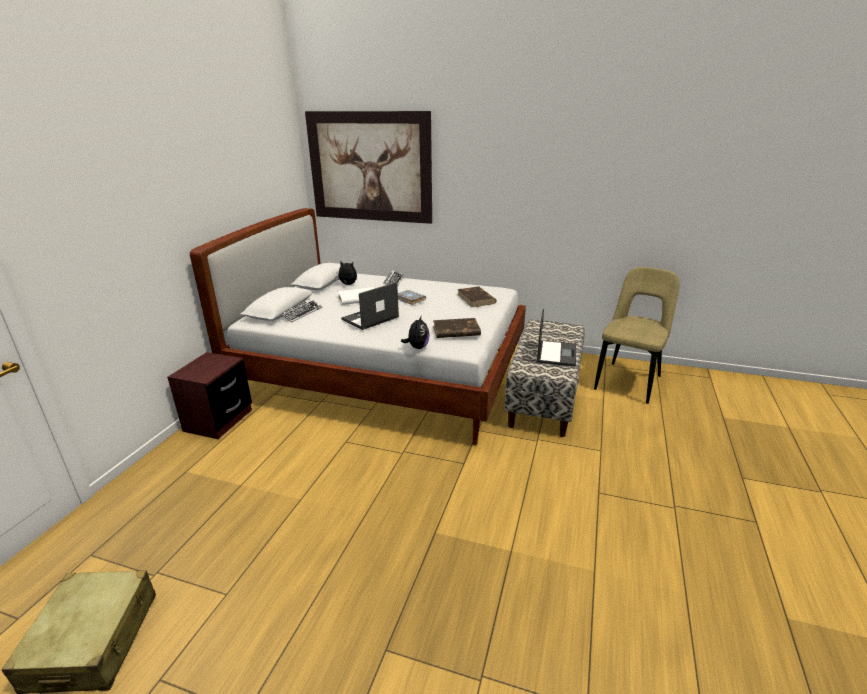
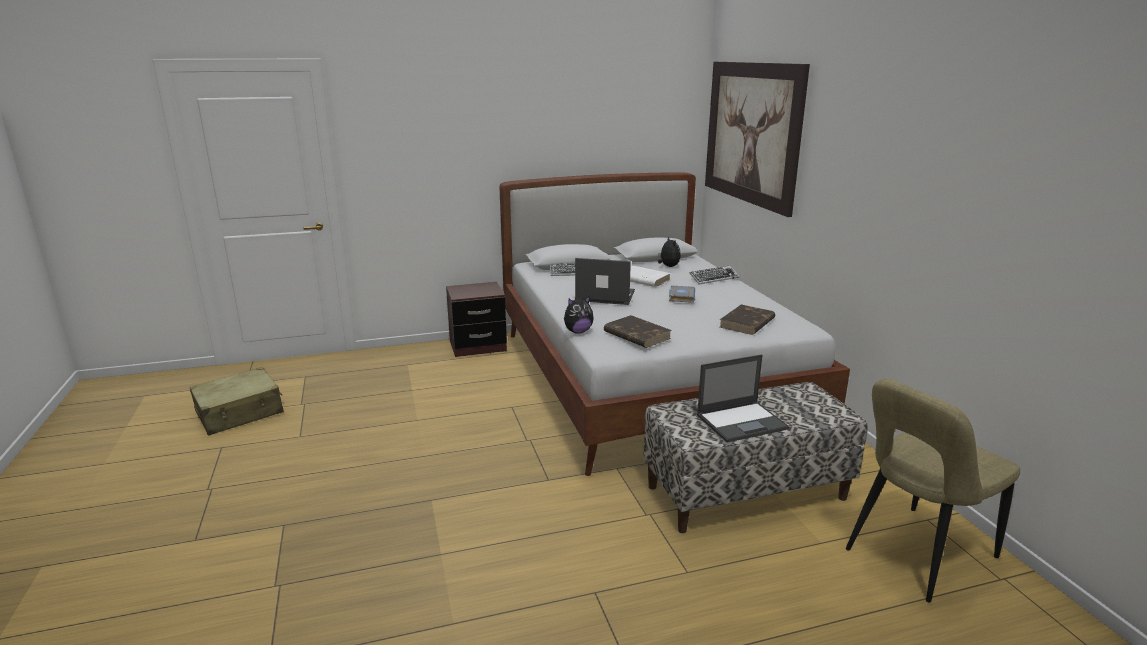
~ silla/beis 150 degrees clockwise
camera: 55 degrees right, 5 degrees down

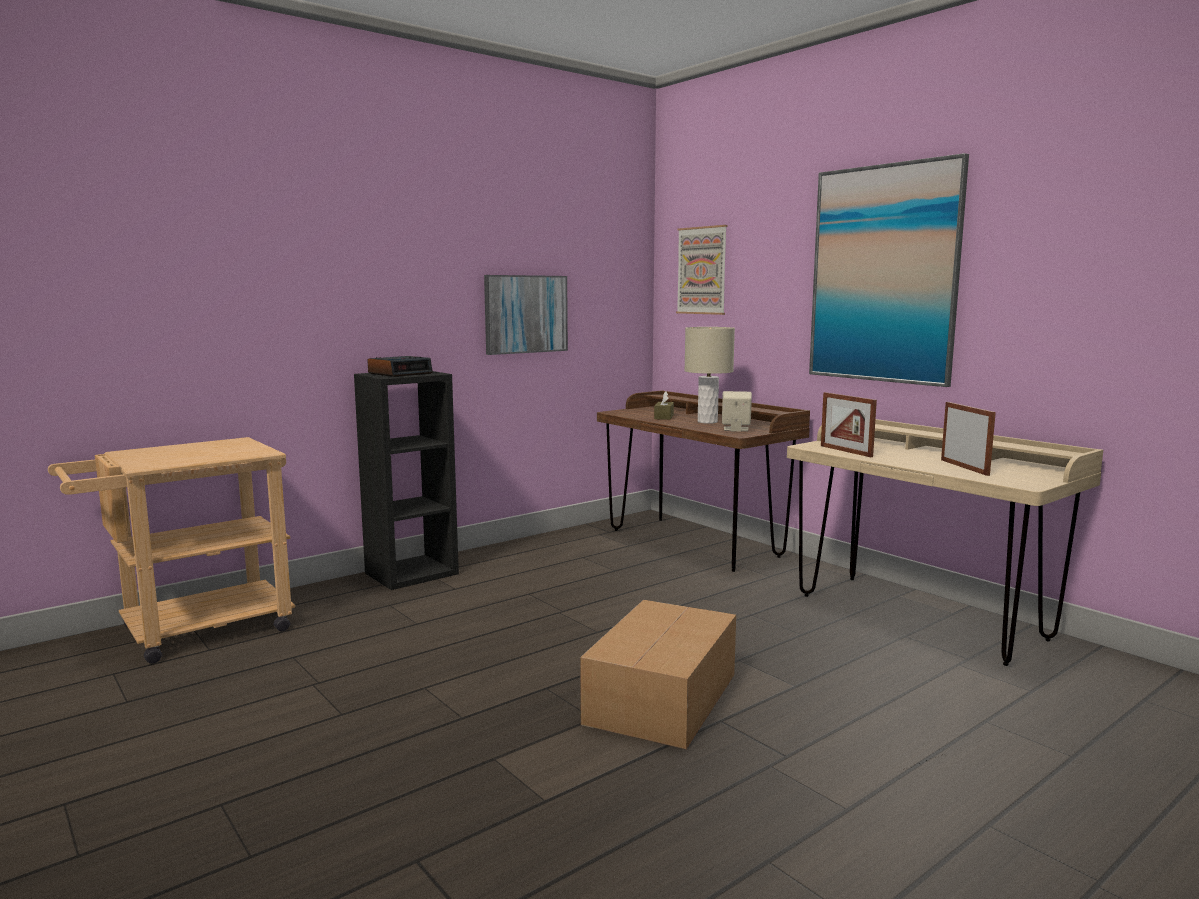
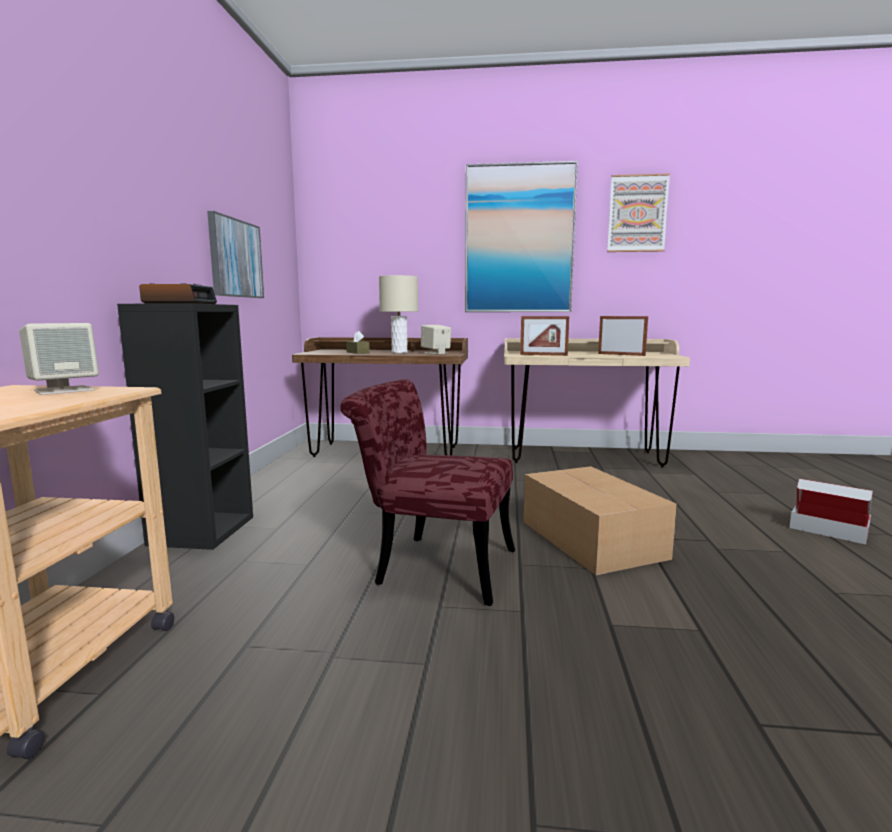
~ cuadro (2nd from left in the first image) to cuadro (3rd from left)
+ altavoz/beis (1st from left)
+ silla/rojo
+ caja de cartón (2nd from left)
camera: 45 degrees left, 0 degrees up

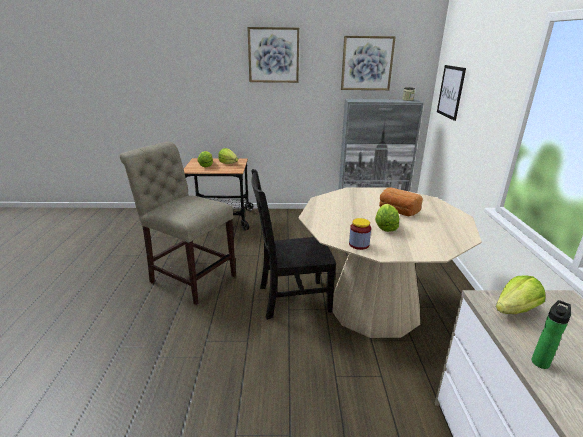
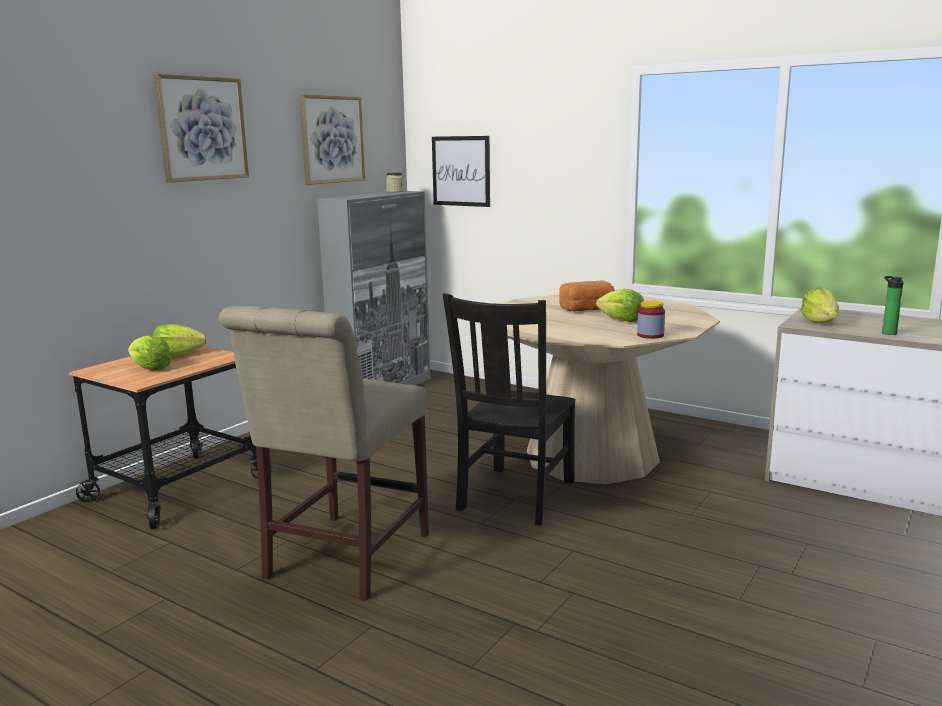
~ silla/beis 45 degrees counterclockwise
camera: 55 degrees left, 10 degrees down

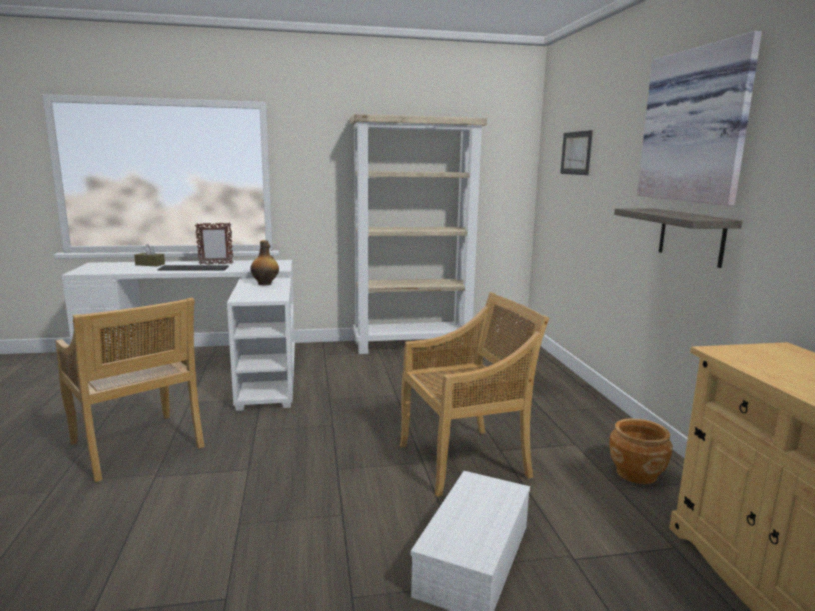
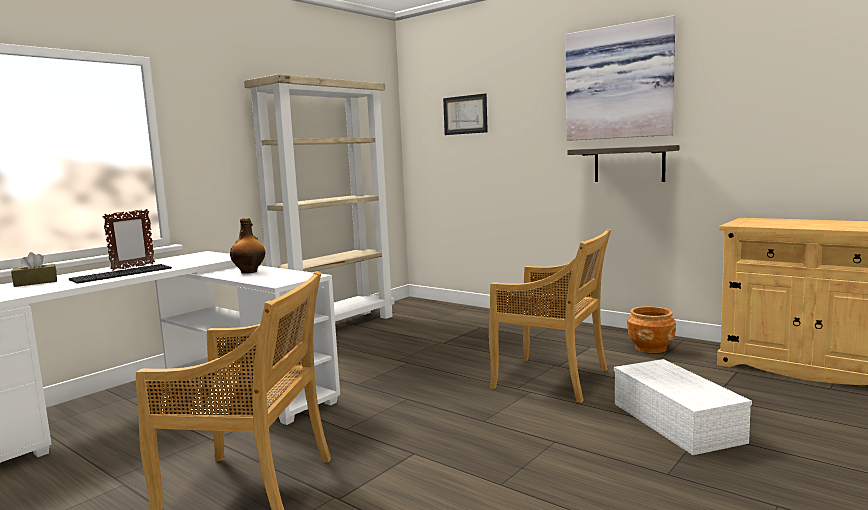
~ silla/beis (2nd from left) 90 degrees clockwise
camera: 40 degrees left, 5 degrees down

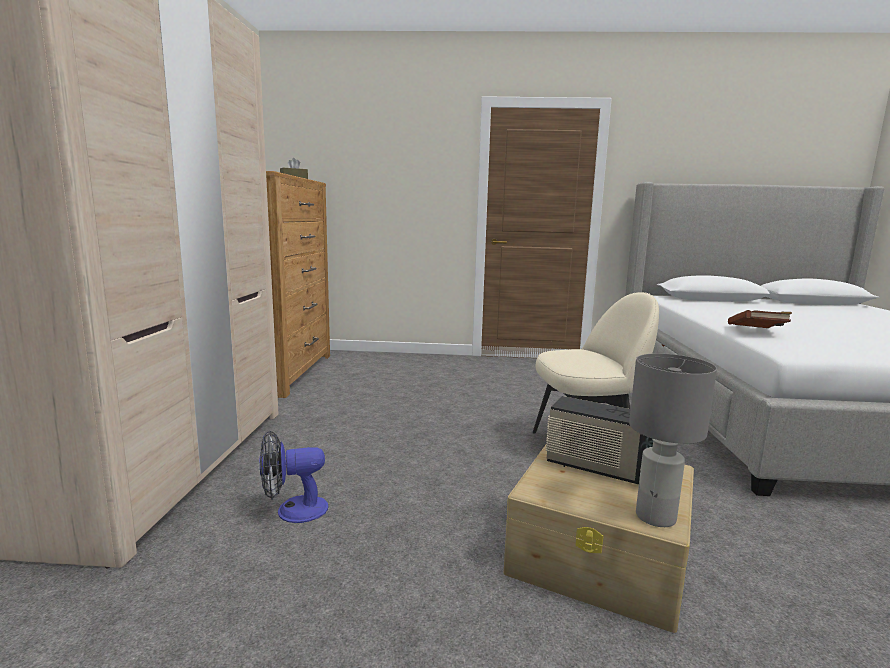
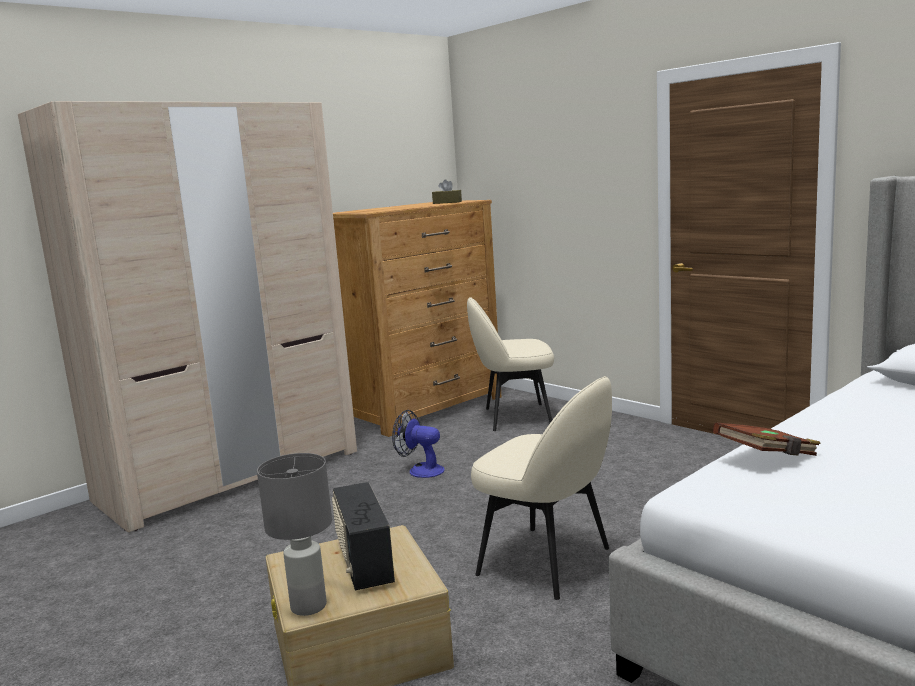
~ ventilador
+ silla/beis (1st from left)
camera: 45 degrees right, 0 degrees up

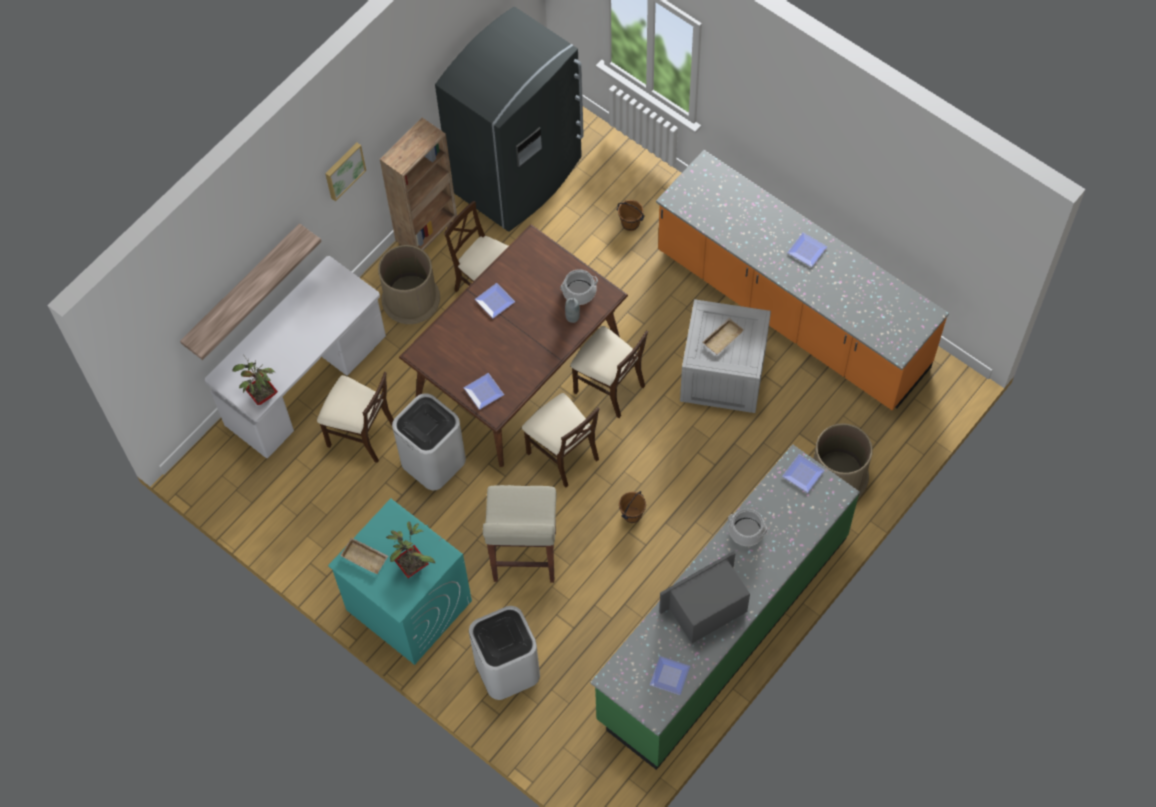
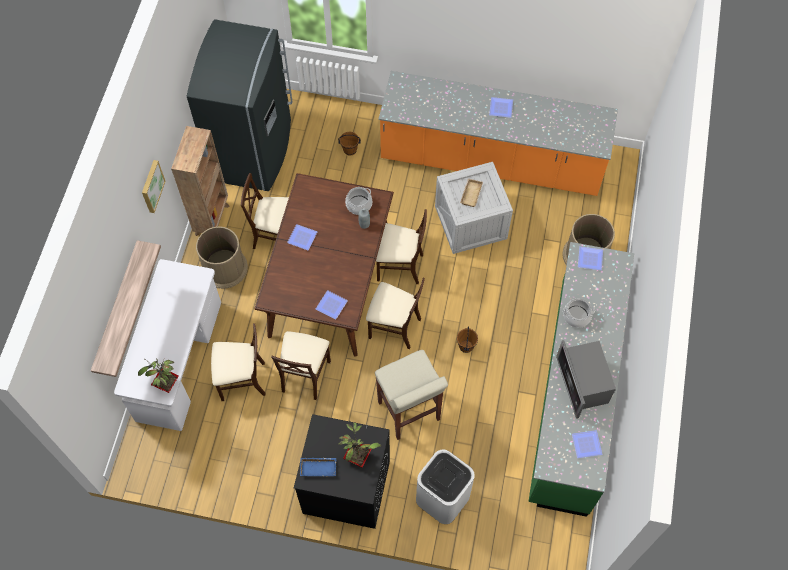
~ lavadora/turquesa to lavadora/negro
~ bandeja/beis (1st from left) to bandeja/azul
~ papelera/blanco (1st from left) to silla/beis (3rd from left)
~ microondas 45 degrees counterclockwise
camera: 30 degrees left, 0 degrees up

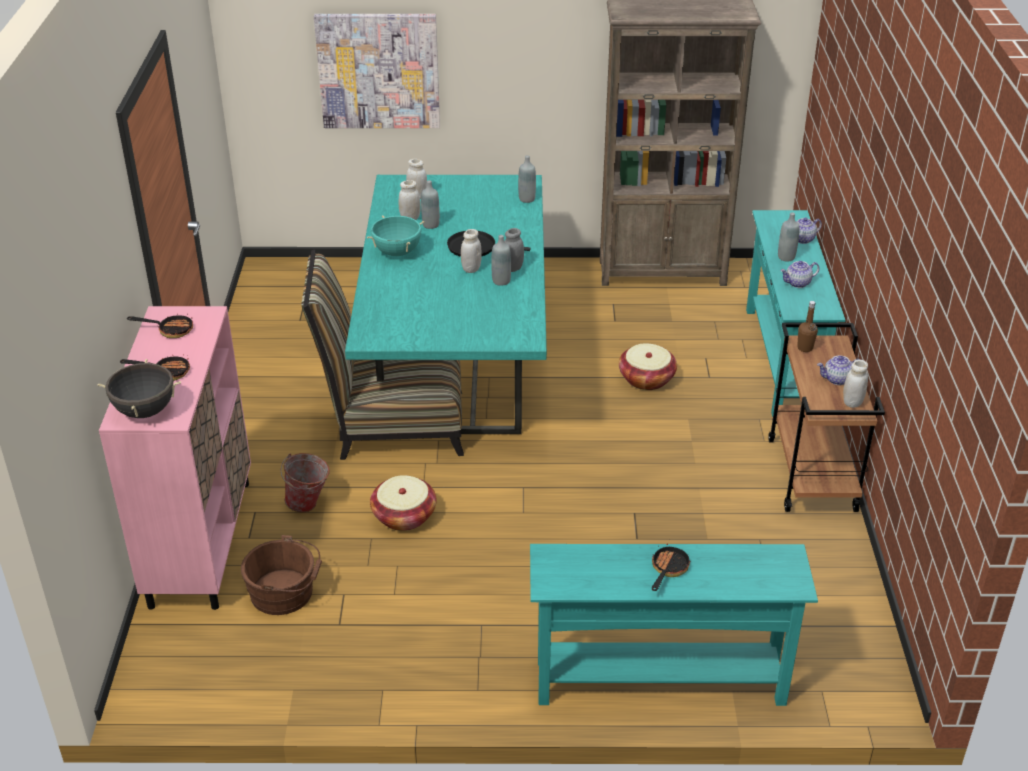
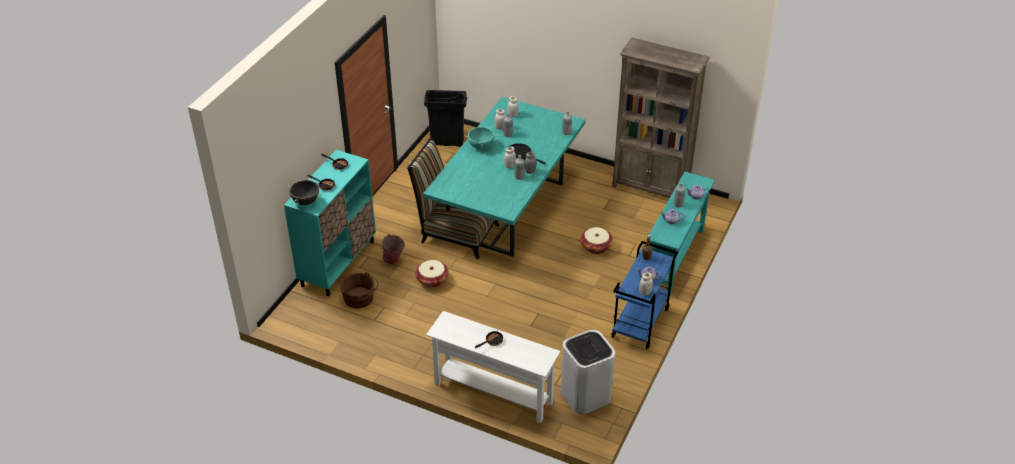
~ armario/rosa to armario/turquesa
- cuadro
~ mesa consola/turquesa (1st from left) to mesa consola/blanco
~ carrito/marrón to carrito/azul
+ papelera/negro
+ papelera/blanco
camera: 25 degrees right, 5 degrees up

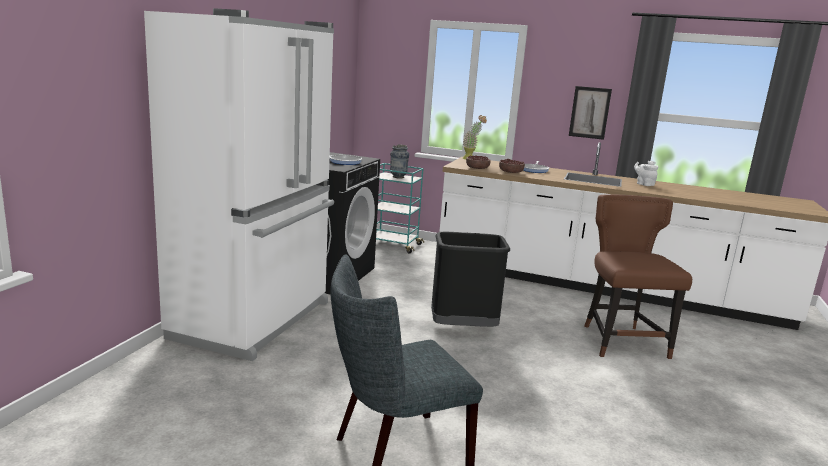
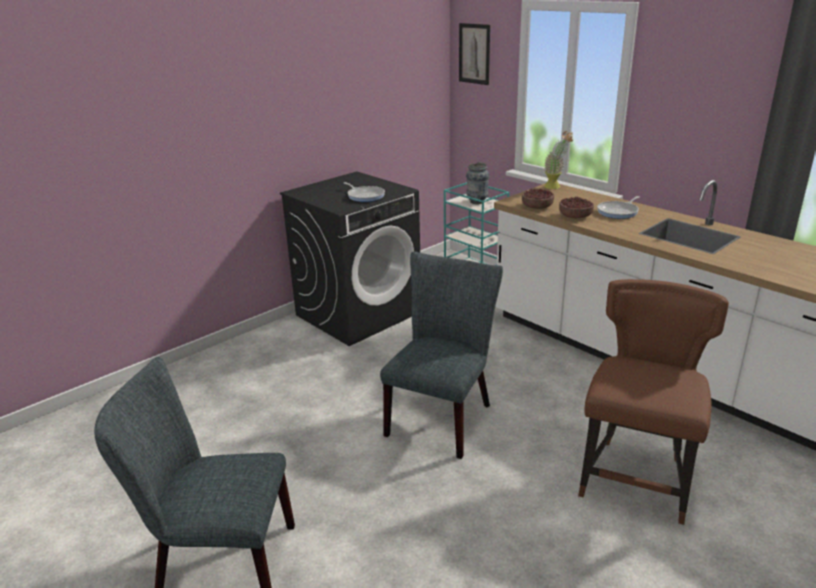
- nevera/blanco
~ papelera/negro to silla/gris (2nd from left)
~ cuadro
- tetera/blanco
camera: 30 degrees right, 10 degrees up

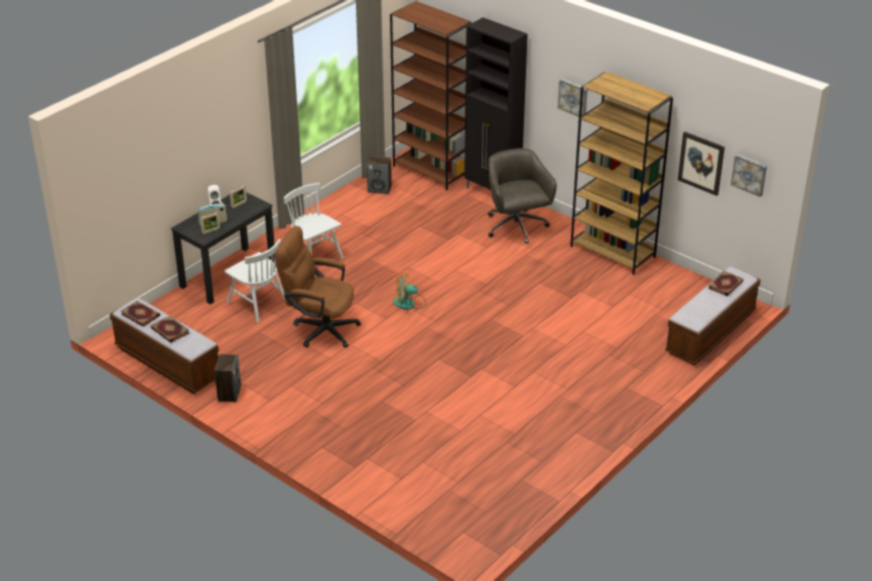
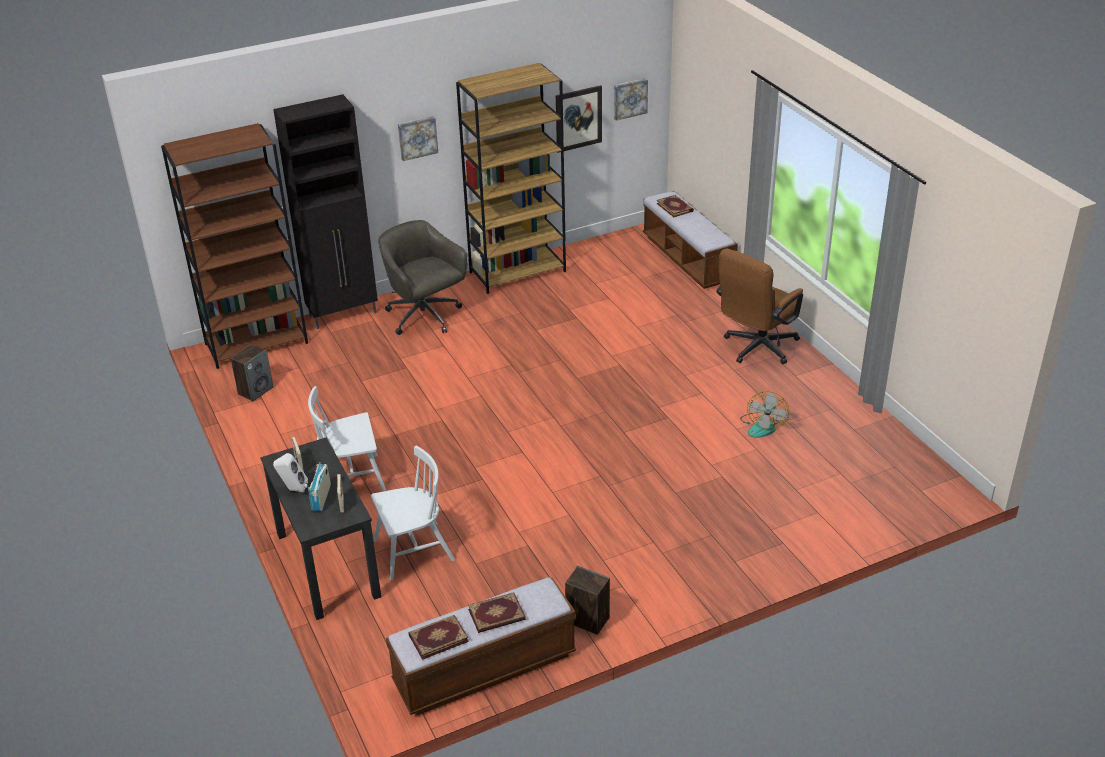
~ silla de oficina/marrón
~ ventilador
~ silla de oficina/gris 45 degrees clockwise
camera: 65 degrees left, 0 degrees up

